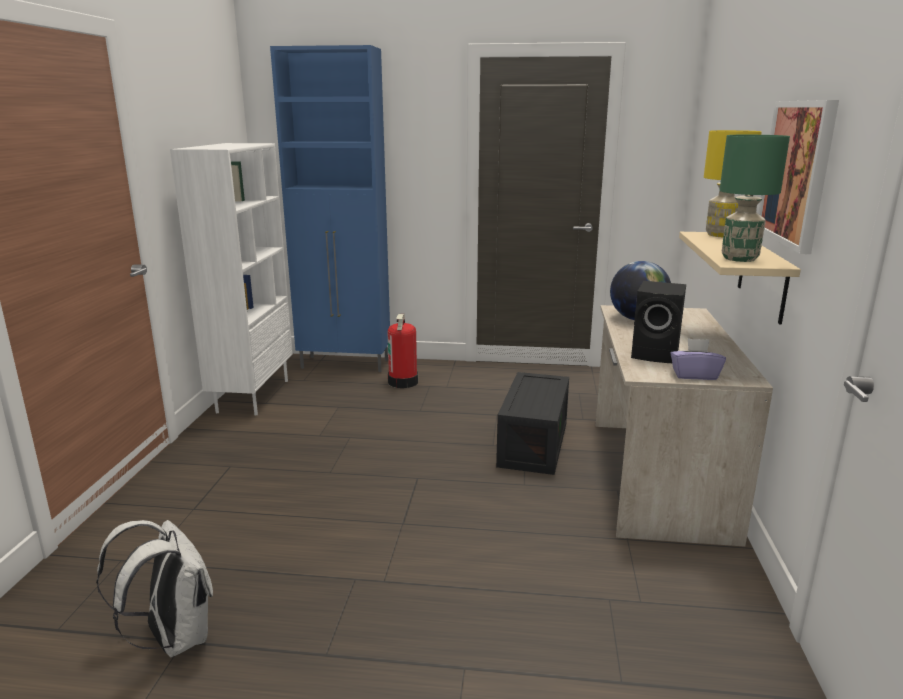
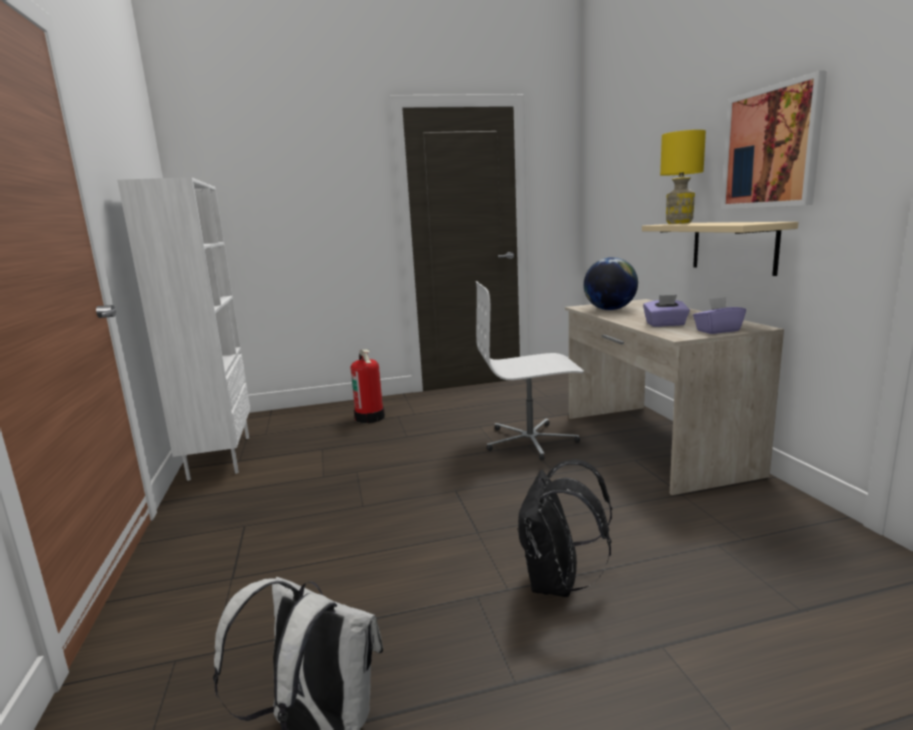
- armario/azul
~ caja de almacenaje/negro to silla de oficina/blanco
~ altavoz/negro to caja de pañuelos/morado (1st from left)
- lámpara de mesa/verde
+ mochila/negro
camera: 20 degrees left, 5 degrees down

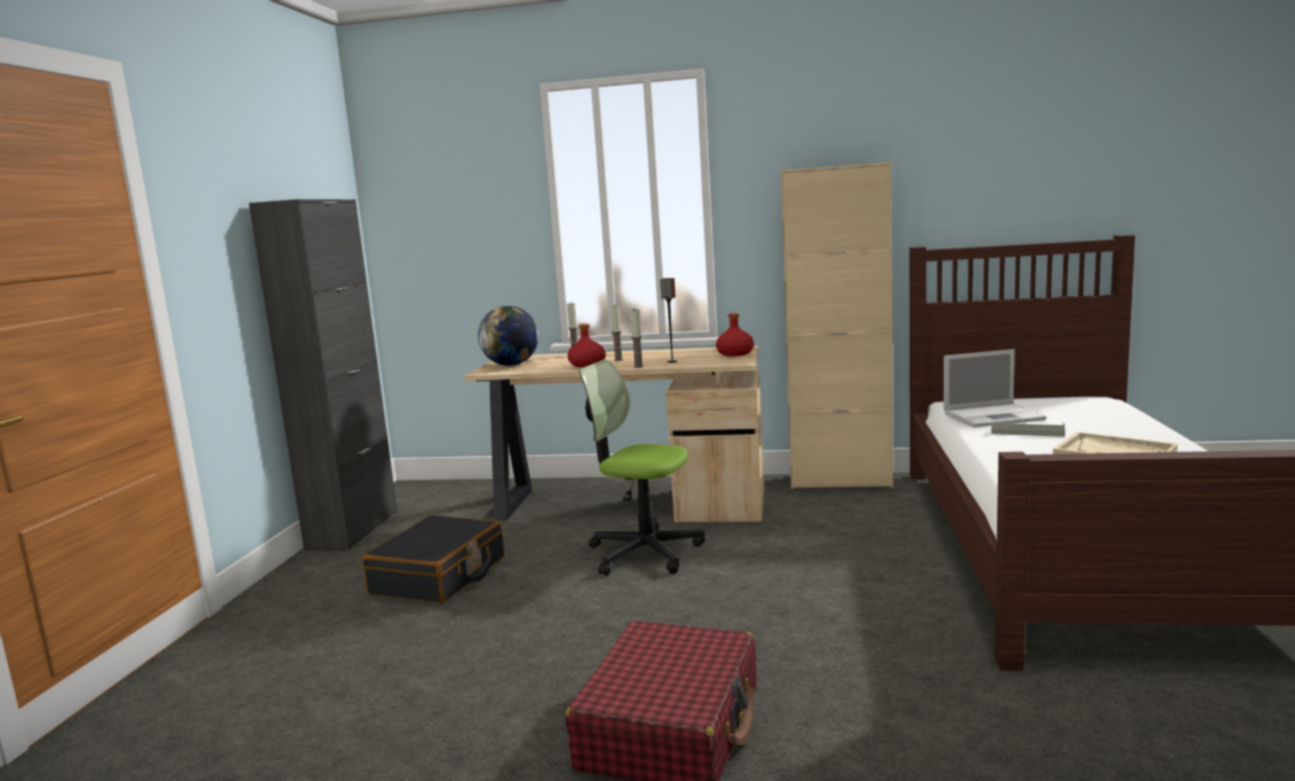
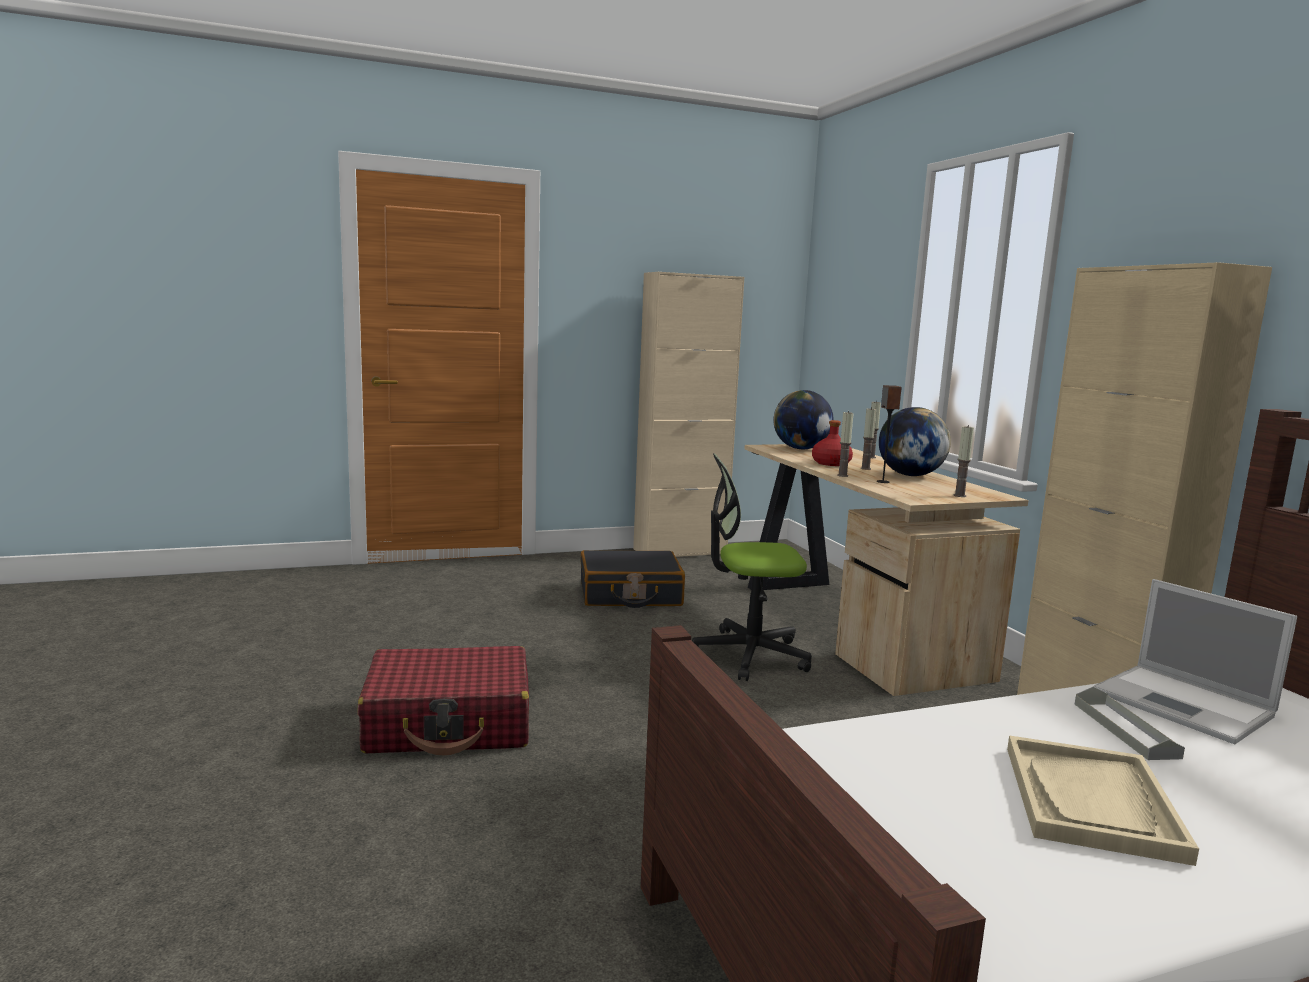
~ armario/negro to armario/beis (1st from left)
~ silla de oficina 90 degrees counterclockwise
~ botella/rojo (2nd from left) to vela (4th from left)
+ globo terráqueo (2nd from left)
camera: 60 degrees right, 0 degrees up

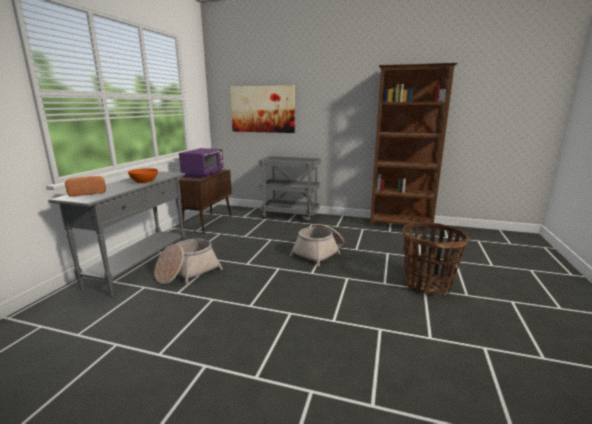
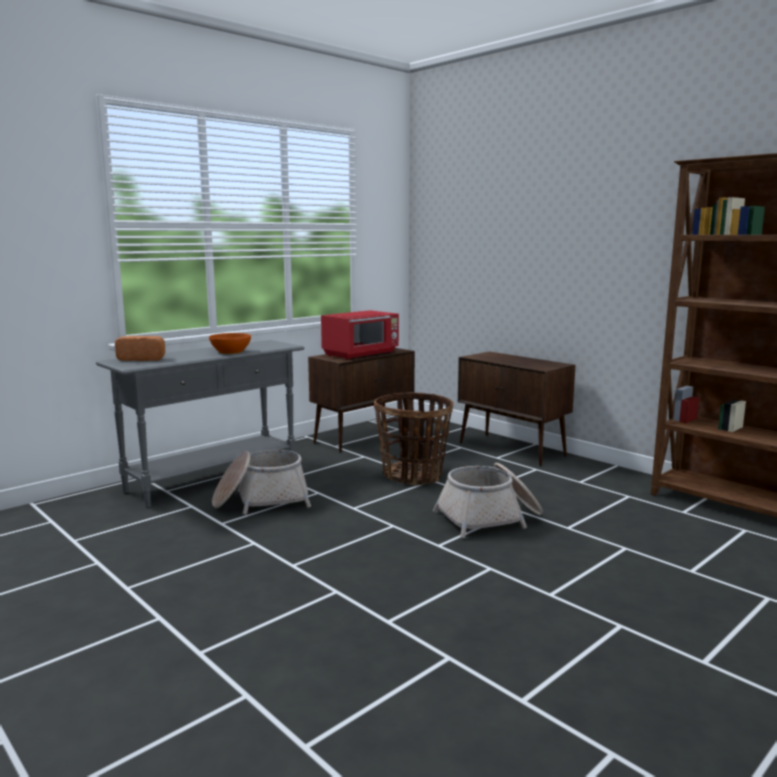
~ microondas/morado to microondas/rojo
- cuadro
~ carrito/gris to armario/marrón (2nd from left)
~ cesta (3rd from left in the first image) to cesta (2nd from left)
camera: 30 degrees right, 5 degrees down

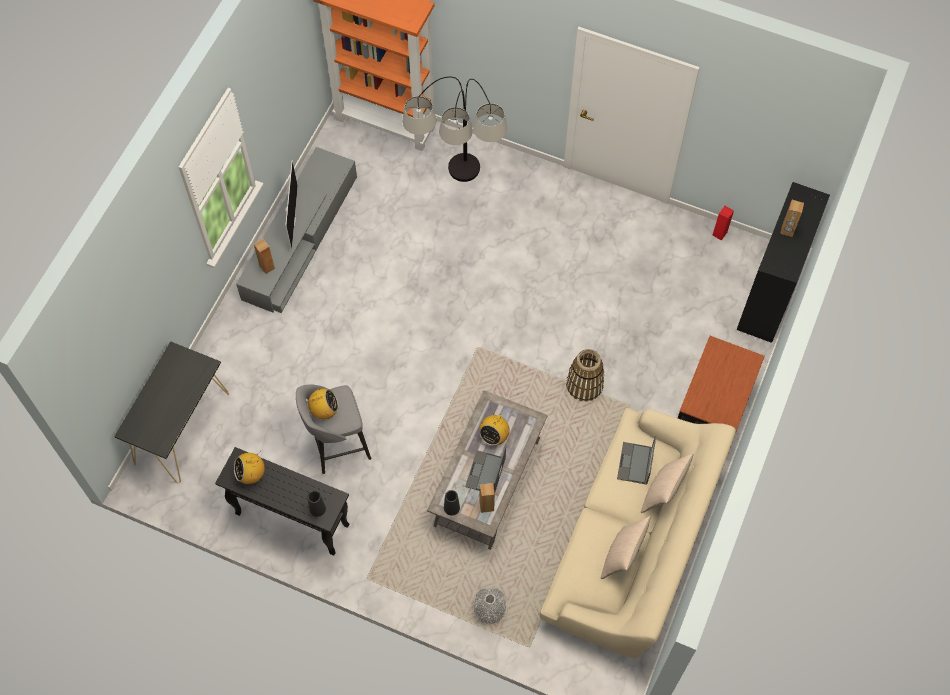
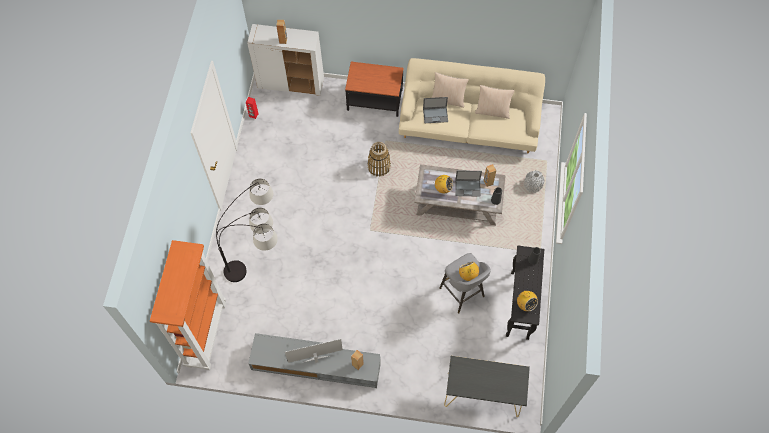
~ armario/negro to armario/blanco
camera: 105 degrees left, 0 degrees up

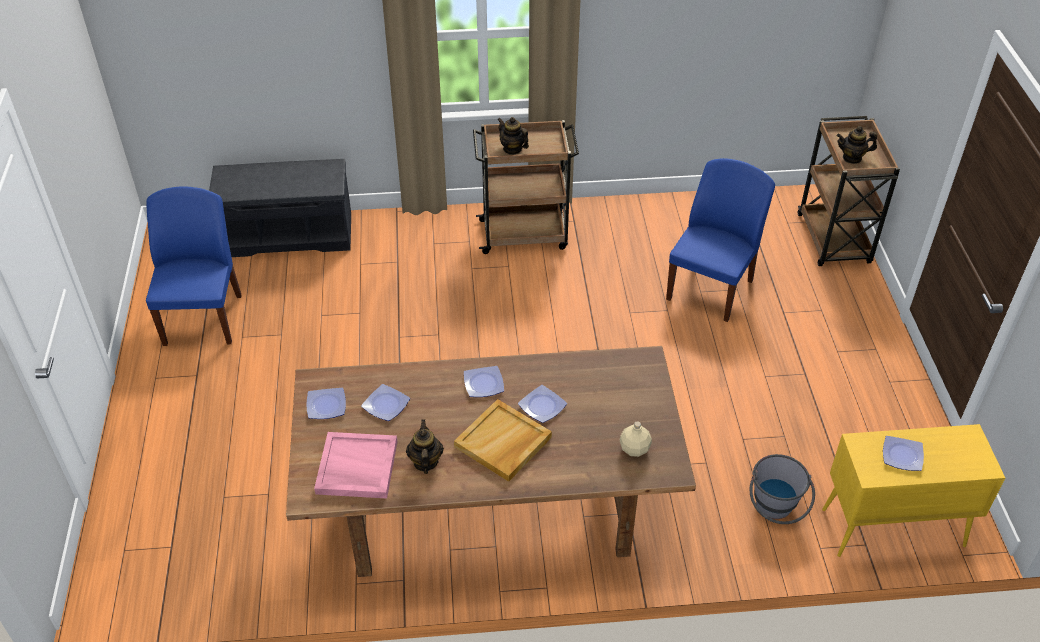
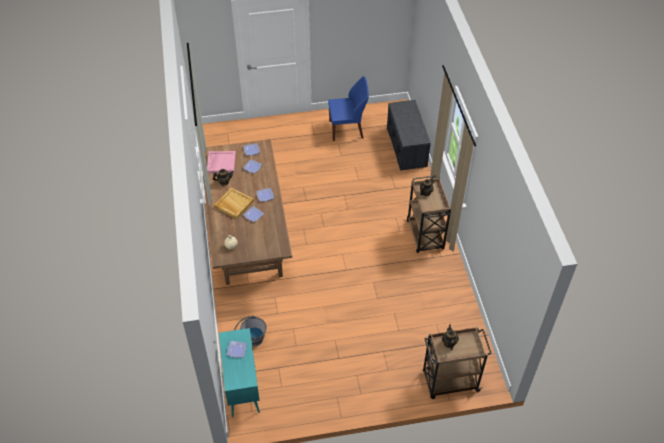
- silla/azul (2nd from left)
~ armario/amarillo to armario/turquesa
camera: 85 degrees right, 5 degrees up

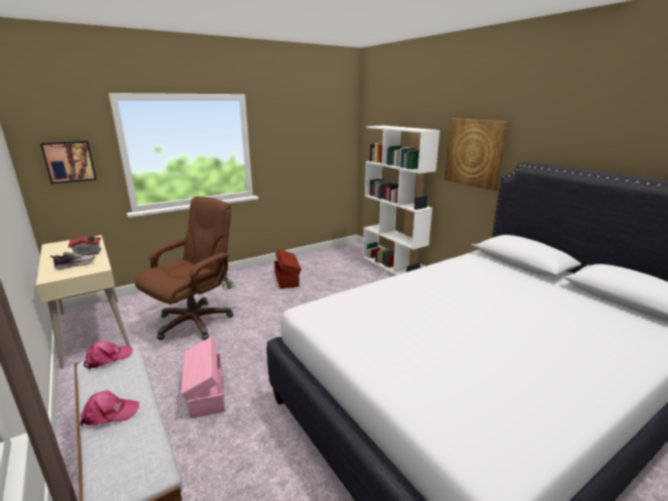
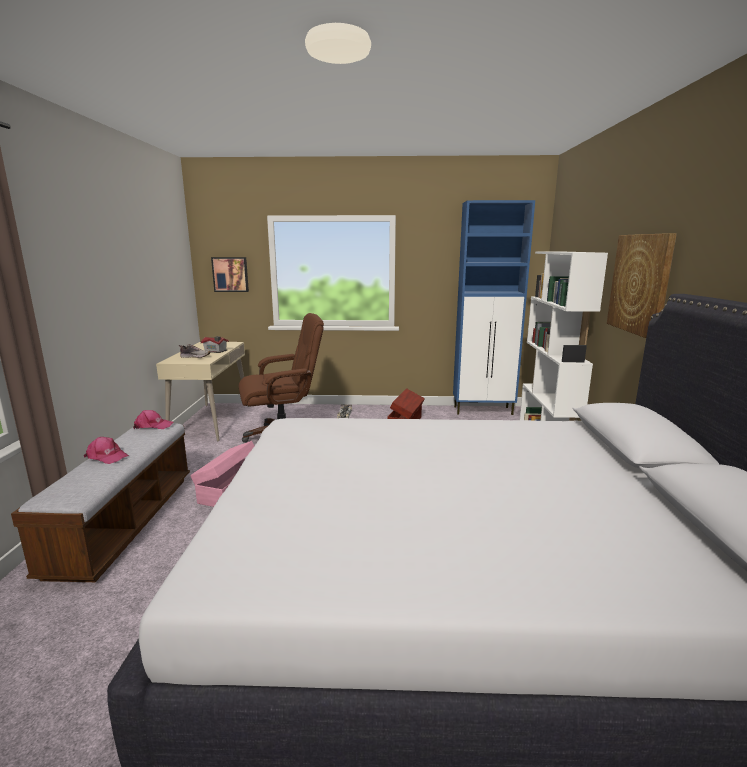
+ armario/azul
camera: 35 degrees right, 5 degrees down

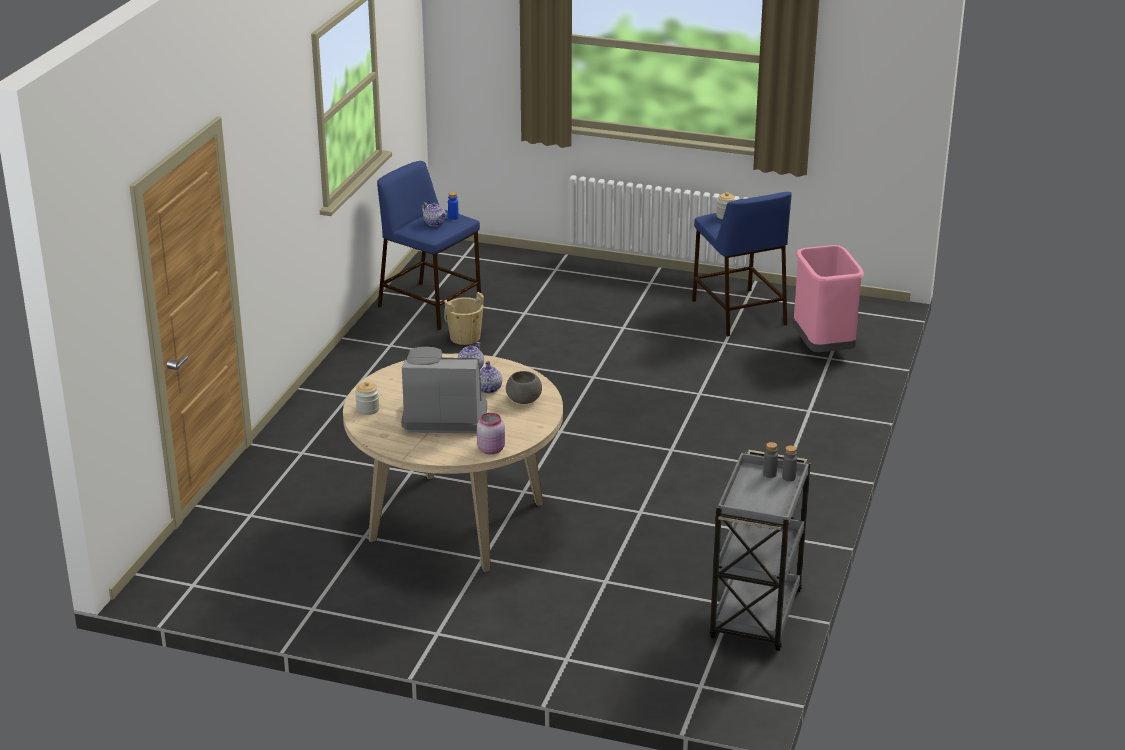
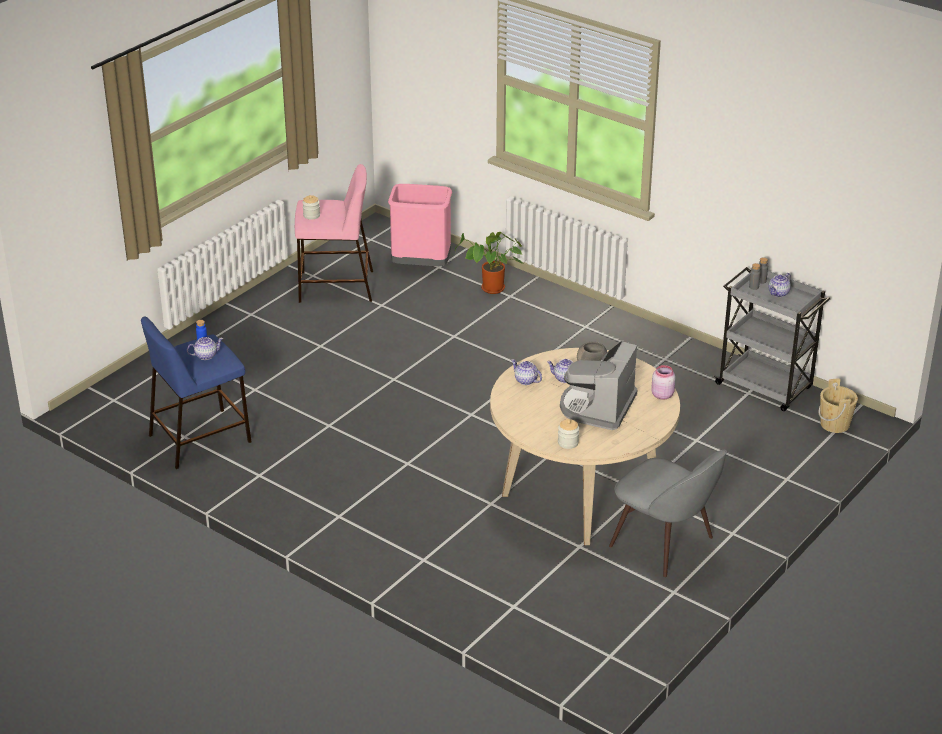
~ cubo/beis
~ taburete/azul (2nd from left) to taburete/rosa
+ planta en maceta
+ silla/gris
+ tetera (4th from left)
camera: 70 degrees left, 5 degrees up

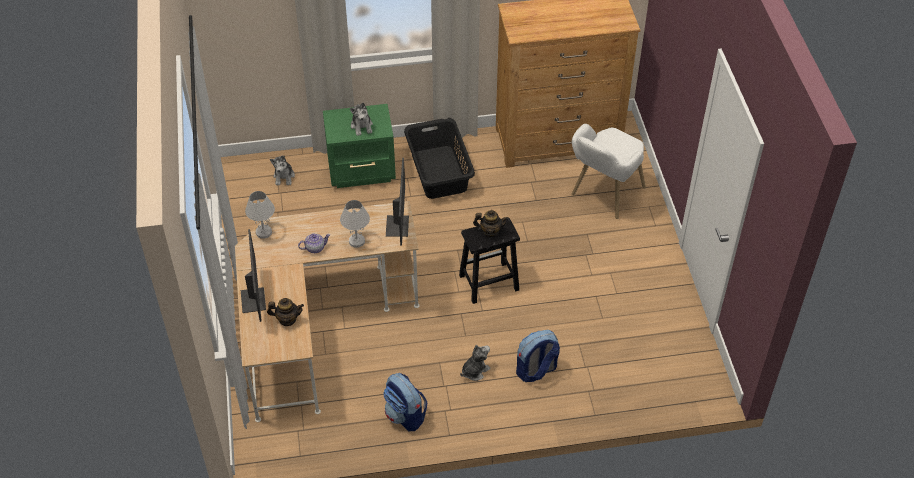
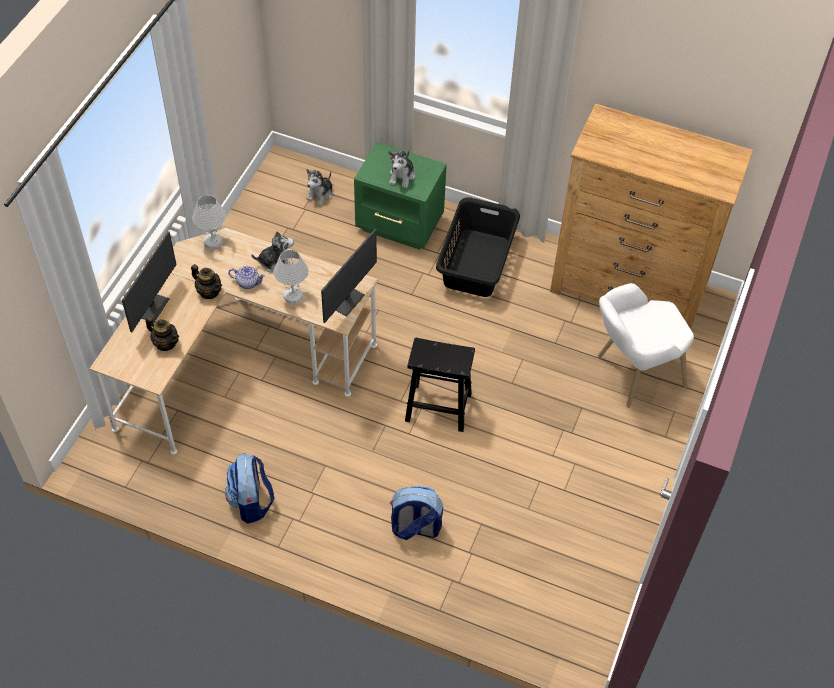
~ peluche (3rd from left in the first image) to peluche (1st from left)
~ tetera (3rd from left in the first image) to tetera (2nd from left)
camera: 30 degrees right, 5 degrees up

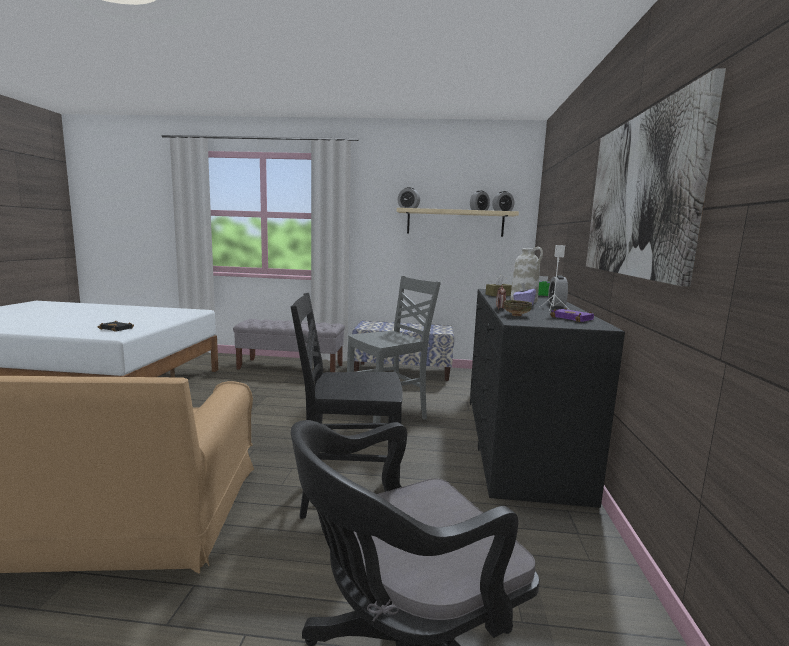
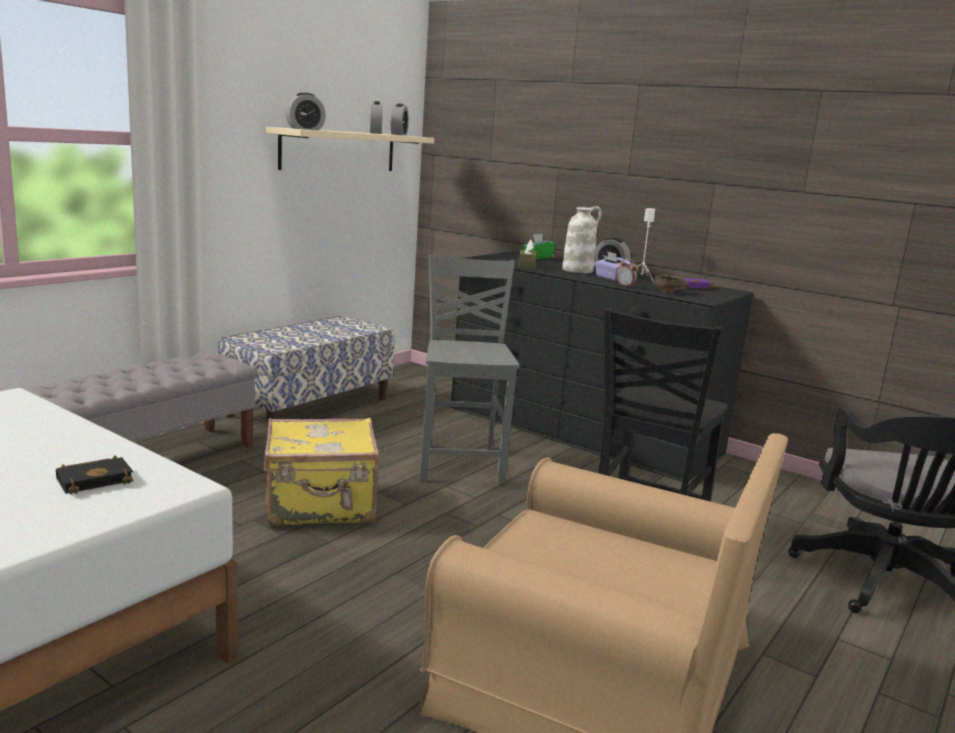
- cuadro
+ maleta/amarillo
camera: 60 degrees left, 5 degrees up

